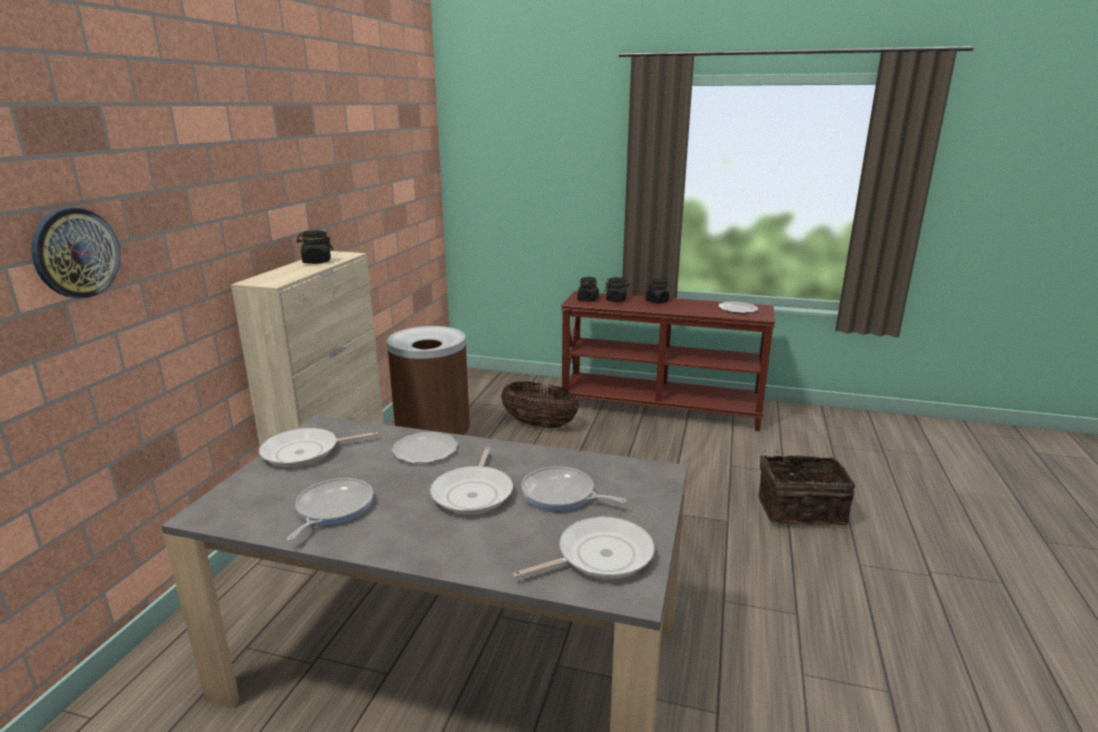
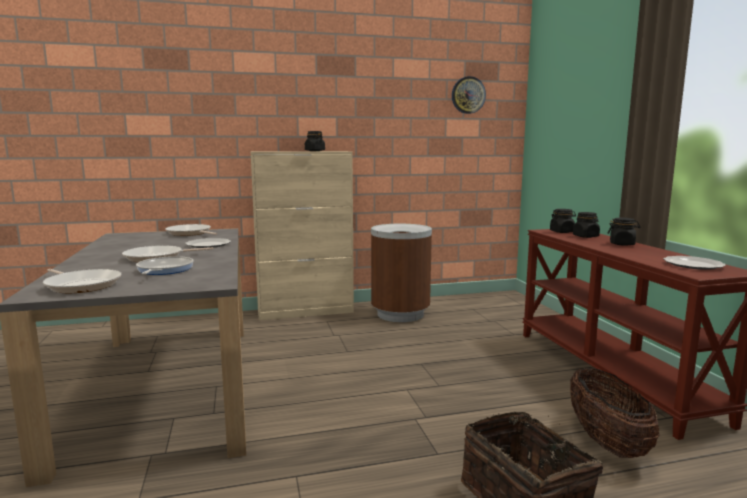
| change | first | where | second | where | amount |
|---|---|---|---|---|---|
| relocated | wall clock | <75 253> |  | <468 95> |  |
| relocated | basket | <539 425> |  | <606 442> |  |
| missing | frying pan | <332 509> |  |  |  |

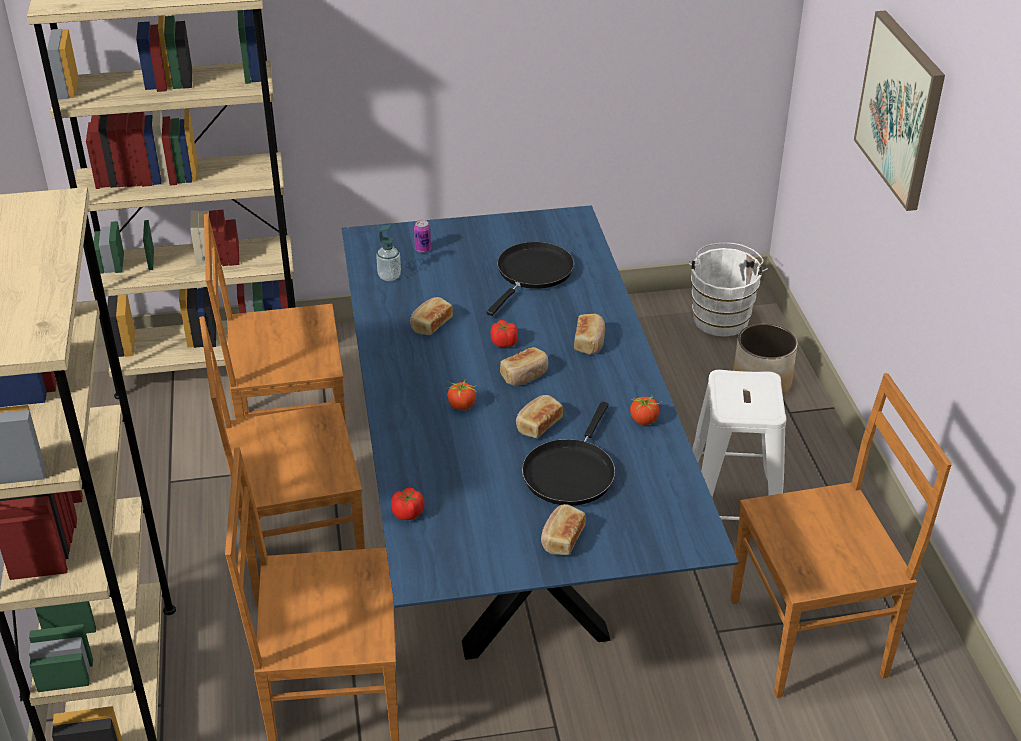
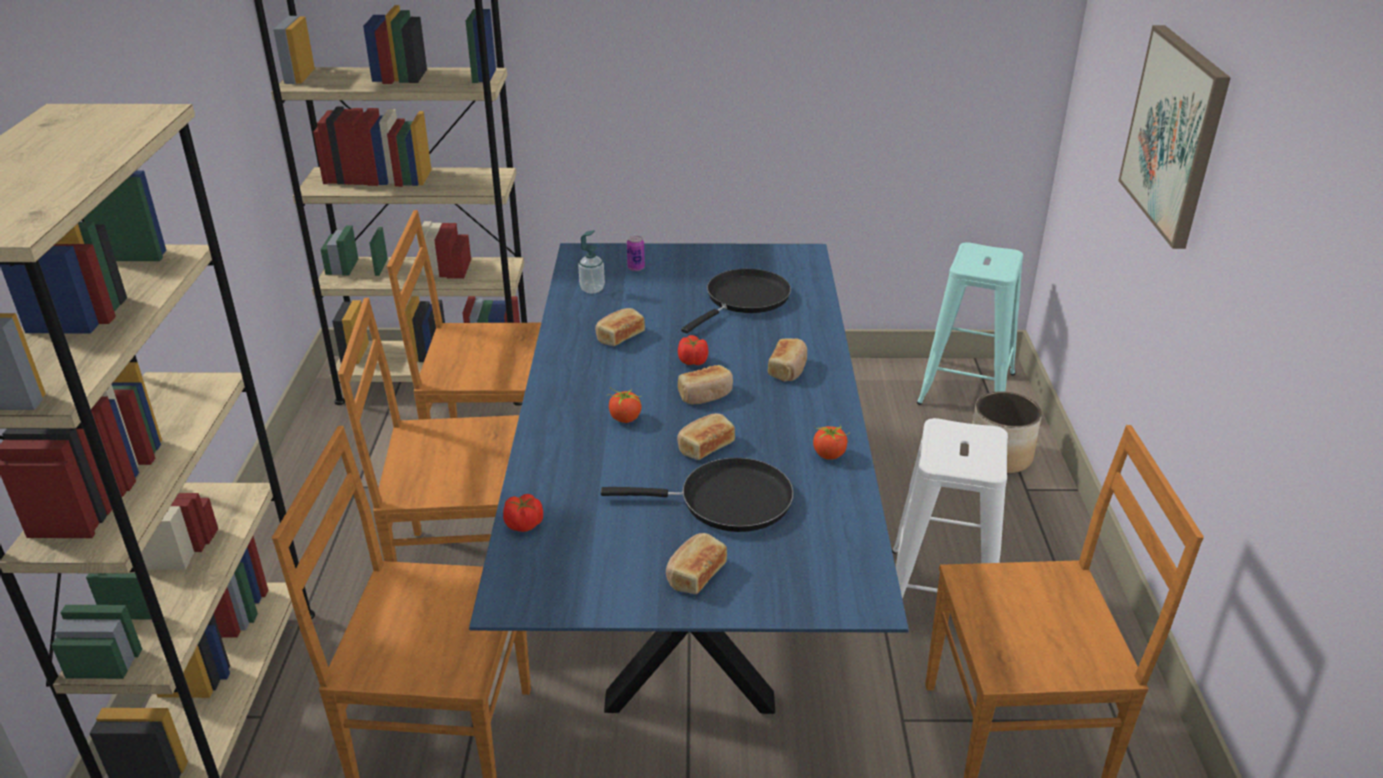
| change | first | where | second | where | amount |
|---|---|---|---|---|---|
| exchanged | bucket (white) | <721 317> | stool (turquoise) | <966 388> |  |
| spun | frying pan (black) | <570 472> |  | <727 501> | 120 degrees counterclockwise |

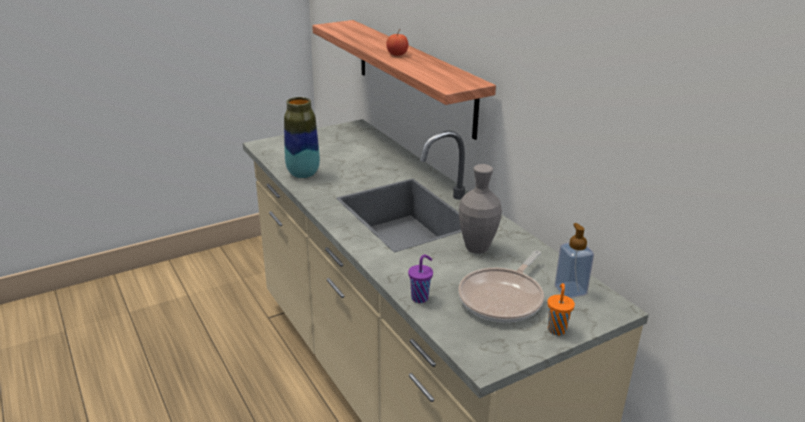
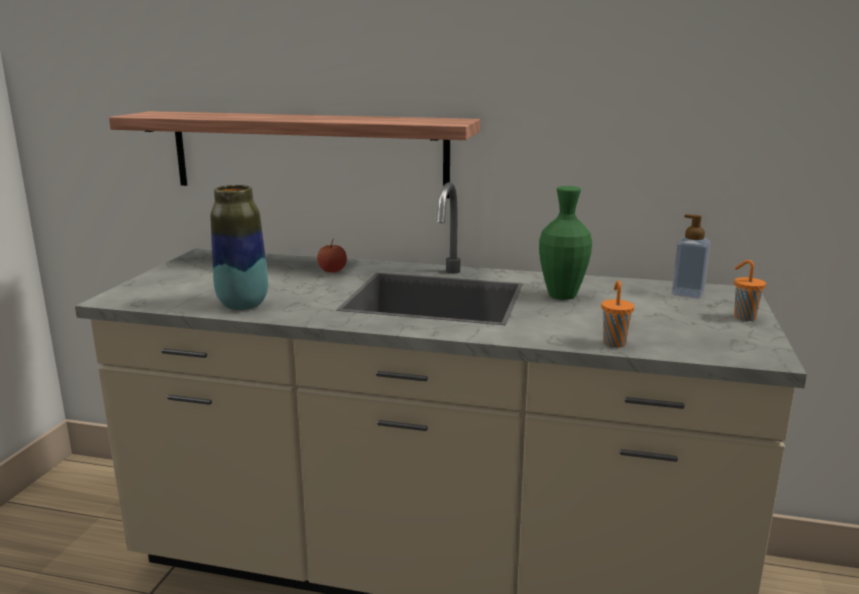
| change | first | where | second | where | amount |
|---|---|---|---|---|---|
| relocated | apple | <397 54> |  | <332 271> |  |
| colour | vase (grey) | <477 248> | vase (green) | <562 296> |  |
| missing | frying pan | <503 298> |  |  |  |
| colour | cup (purple) | <420 298> | cup (orange) | <614 343> |  |

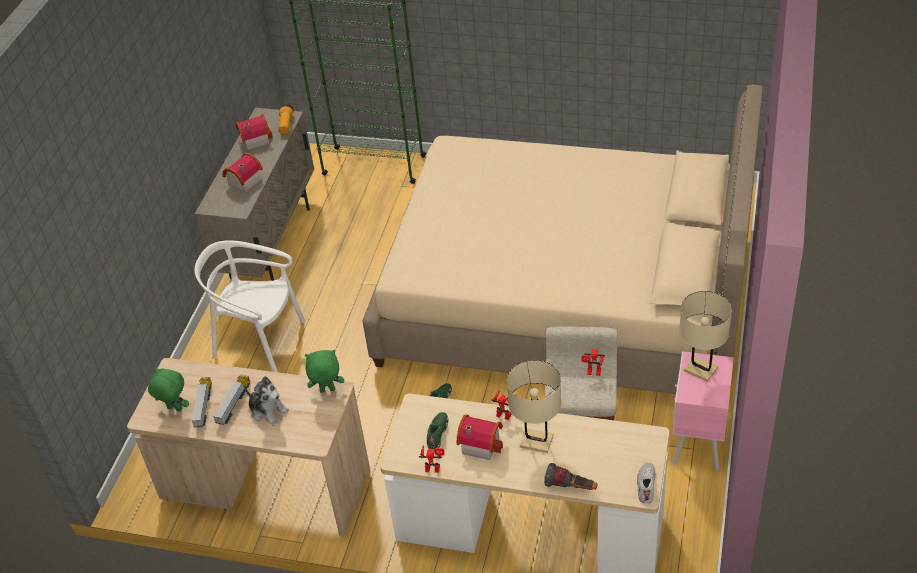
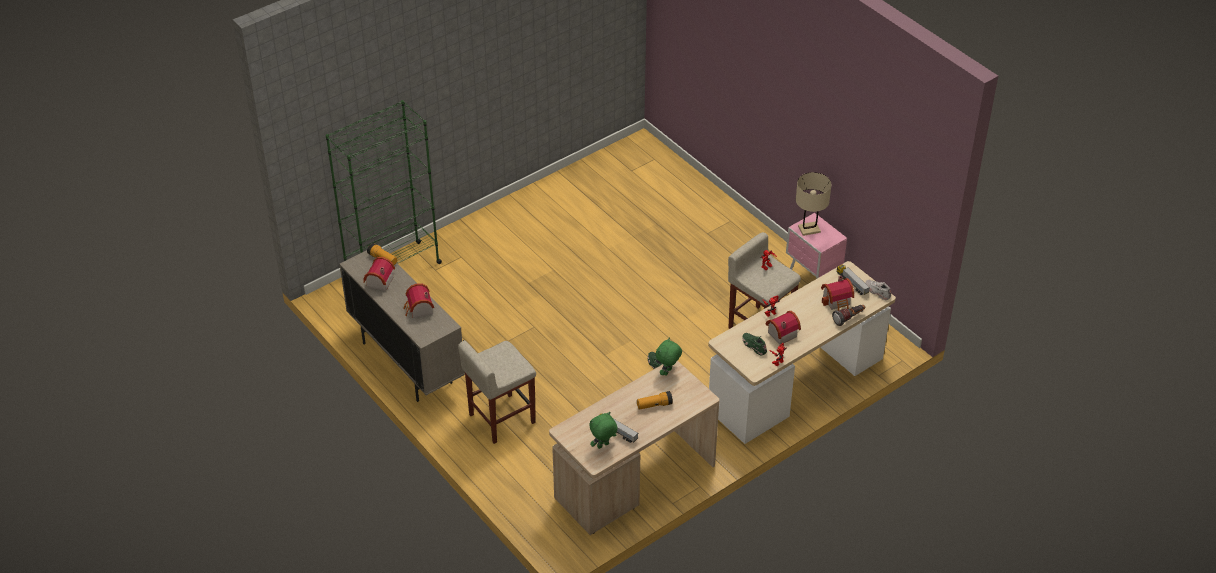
| change | first | where | second | where | amount |
|---|---|---|---|---|---|
| missing | bed (beige) | <565 299> |  |  |  |
| exchanged | chair (white) | <259 342> | stool (beige) | <501 419> |  |
| missing | table lamp (beige) | <536 441> |  |  |  |
| relocated | toy truck | <234 404> |  | <852 283> |  |
| exchanged | plush toy | <268 410> | flashlight | <654 405> |  |
| appeared |  |  | toy house | <838 301> |  |

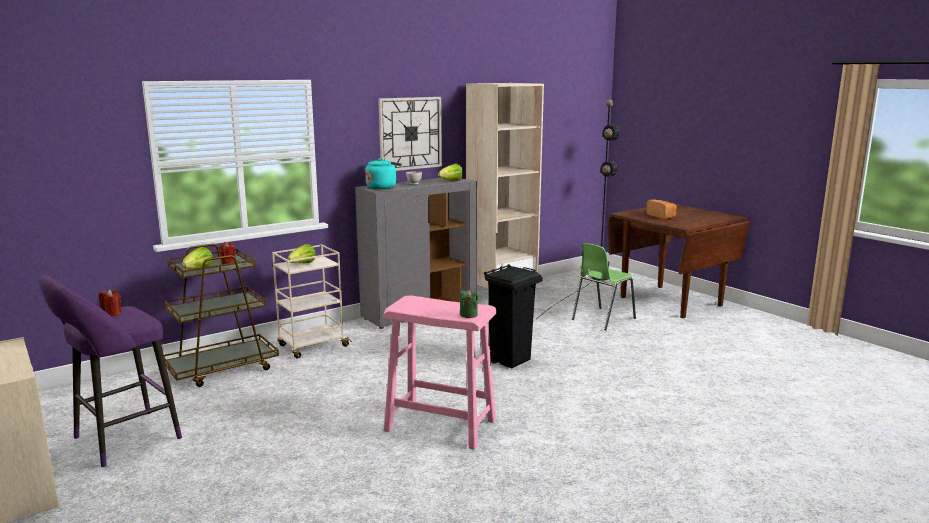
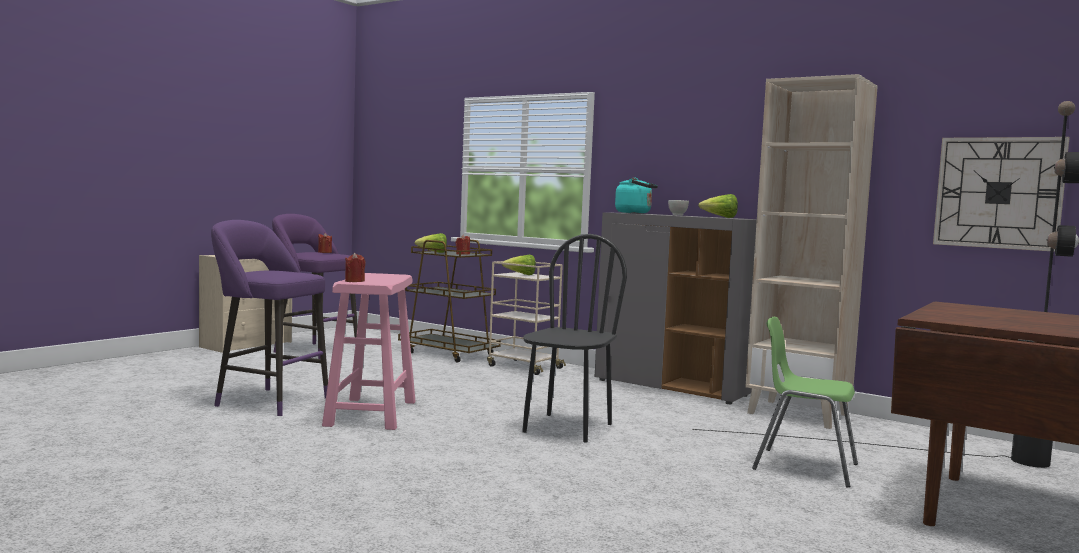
| change | first | where | second | where | amount |
|---|---|---|---|---|---|
| relocated | wall clock | <410 133> |  | <998 193> |  |
| missing | bread | <661 216> |  |  |  |
| exchanged | trash can (black) | <511 360> | chair (black) | <567 428> |  |
| colour | candle (green) | <468 315> | candle (red) | <354 281> |  |
| appeared |  |  | stool (purple) | <268 401> |  |

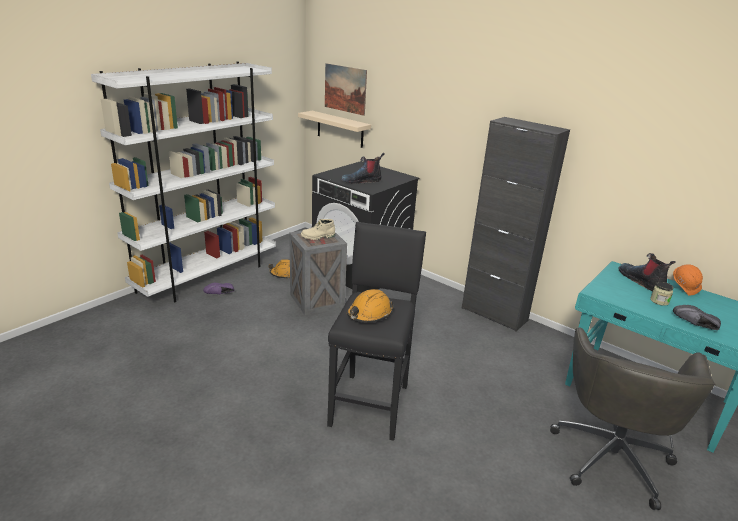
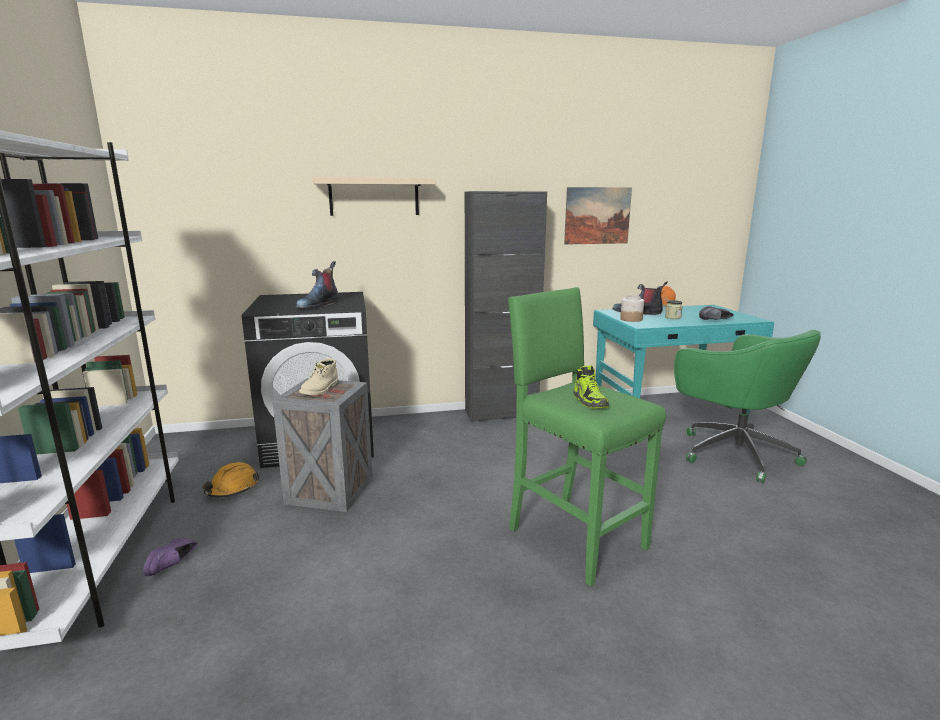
| change | first | where | second | where | amount |
|---|---|---|---|---|---|
| relocated | picture | <345 89> |  | <597 216> |  |
| relocated | shelf (beige) | <340 129> |  | <374 197> |  |
| colour | stool (black) | <371 403> | stool (green) | <574 536> |  |
| exchanged | hard hat (orange) | <369 314> | shoe | <589 401> |  |
| colour | office chair (grey) | <611 455> | office chair (green) | <733 453> |  |
| appeared |  |  | jar | <631 319> |  |

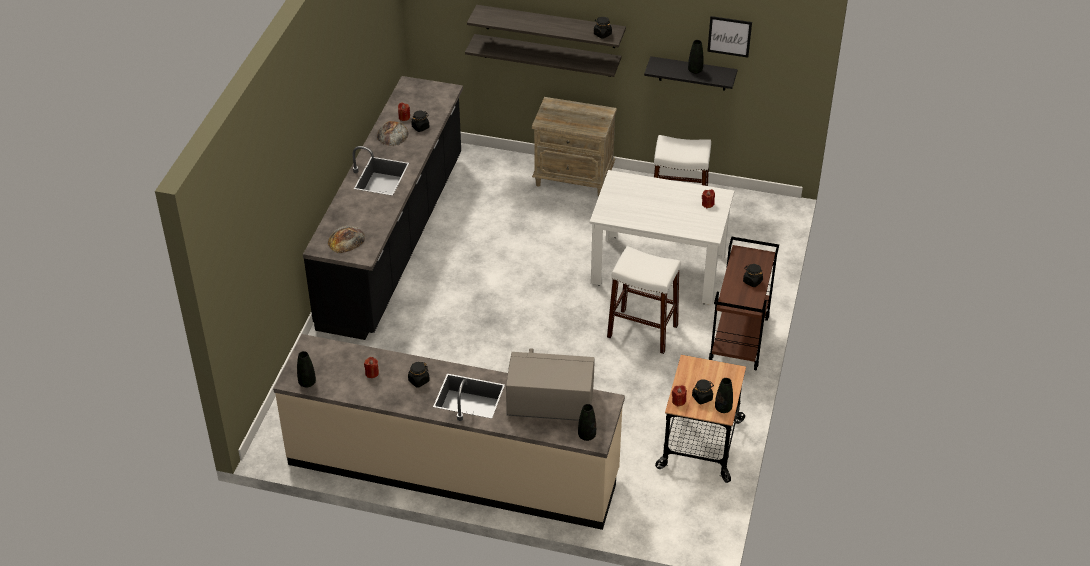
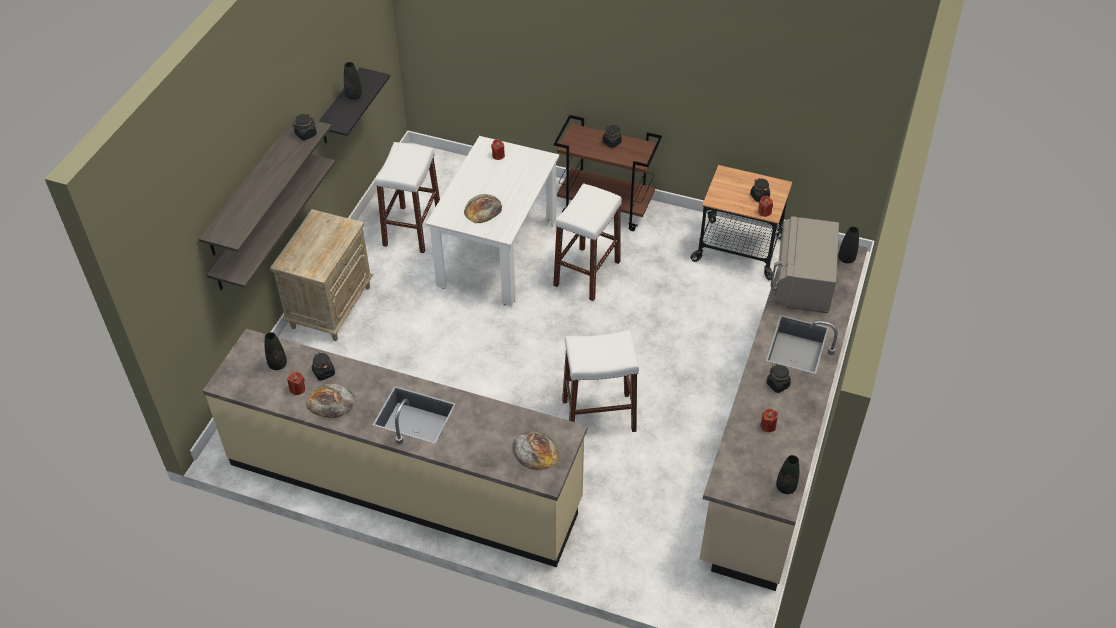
| change | first | where | second | where | amount |
|---|---|---|---|---|---|
| missing | picture | <729 36> |  |  |  |
| colour | counter (black) | <394 240> | counter (beige) | <405 482> |  |
| relocated | vase (black) | <723 408> |  | <278 365> |  |
| appeared |  |  | bread | <483 209> |  |
| appeared |  |  | stool (white) | <599 415> |  |

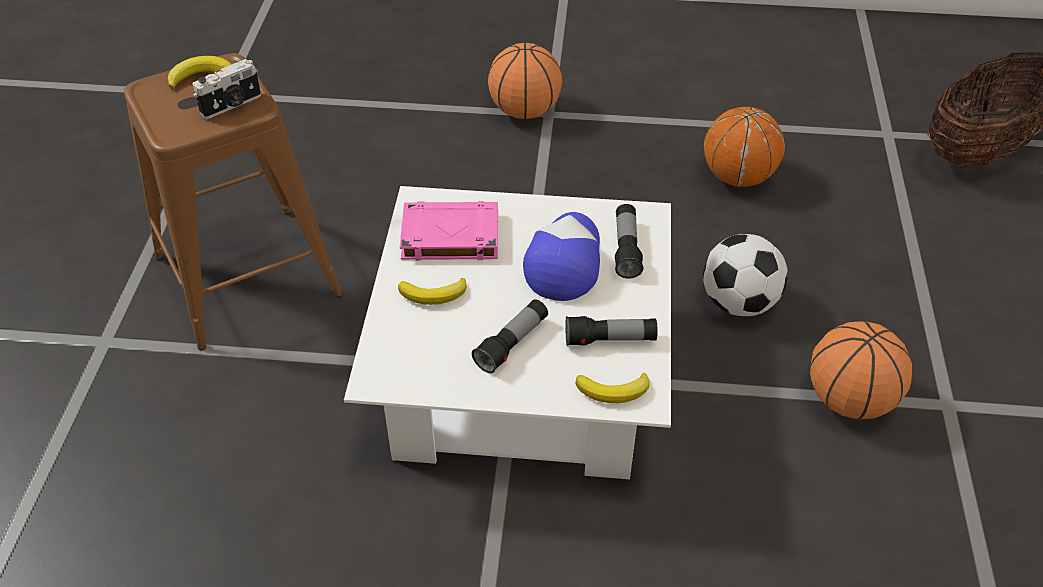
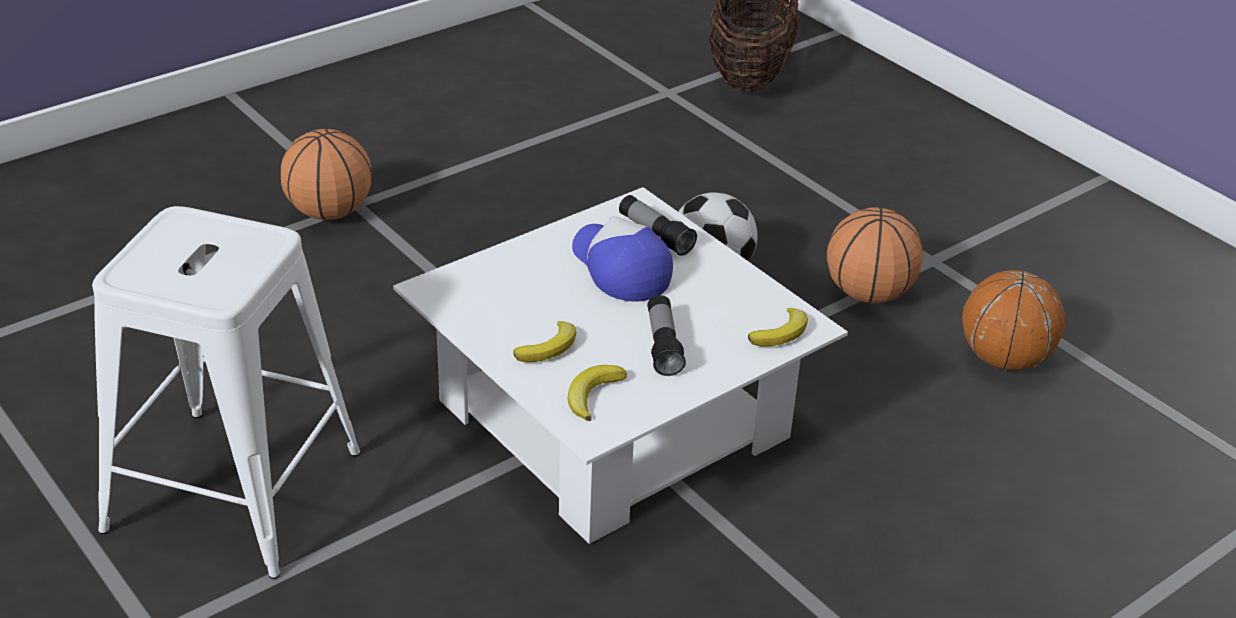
| change | first | where | second | where | amount |
|---|---|---|---|---|---|
| colour | stool (brown) | <246 276> | stool (white) | <234 492> |  |
| relocated | banana | <201 76> |  | <593 394> |  |
| missing | photo camera | <232 105> |  |  |  |
| relocated | basketball | <737 177> |  | <1004 359> |  |
| missing | book (pink) | <449 236> |  |  |  |
| missing | flashlight | <610 340> |  |  |  |

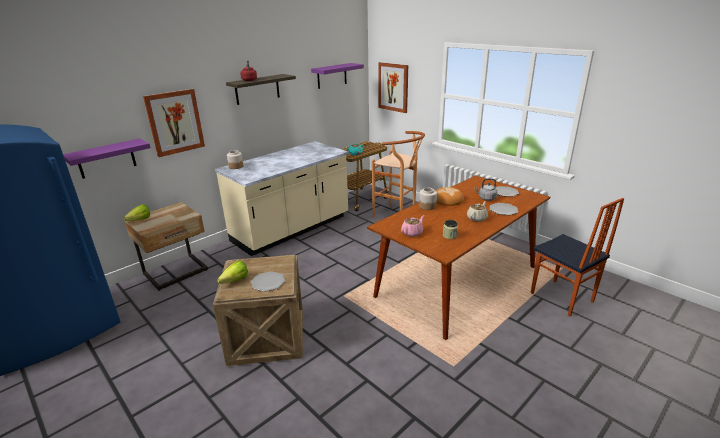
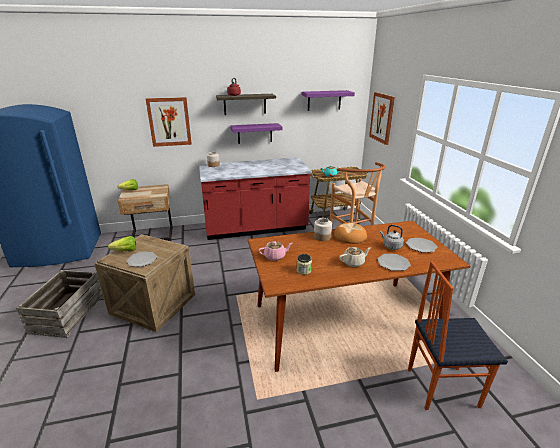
| change | first | where | second | where | amount |
|---|---|---|---|---|---|
| relocated | shelf (purple) | <106 159> |  | <255 133> |  |
| colour | counter (beige) | <292 229> | counter (red) | <255 228> |  |
| spun | chair | <561 298> |  | <441 386> | 90 degrees clockwise |
| appeared |  |  | crate | <67 313> |  |

